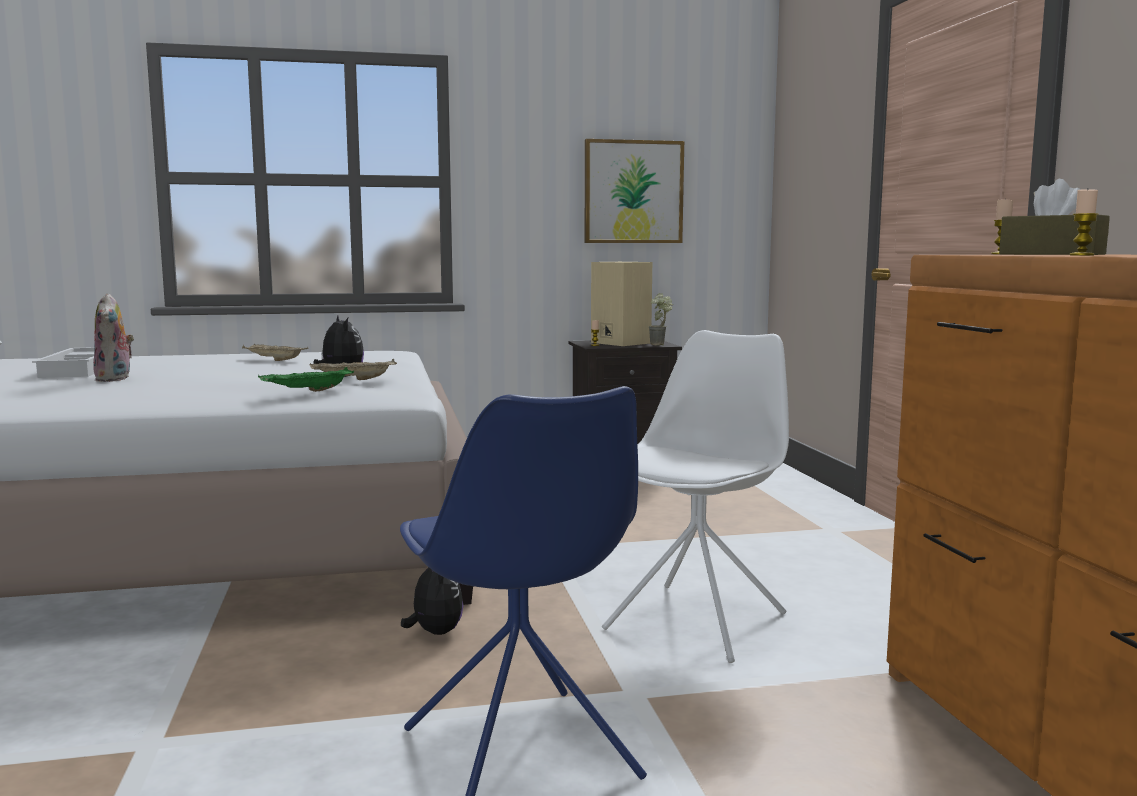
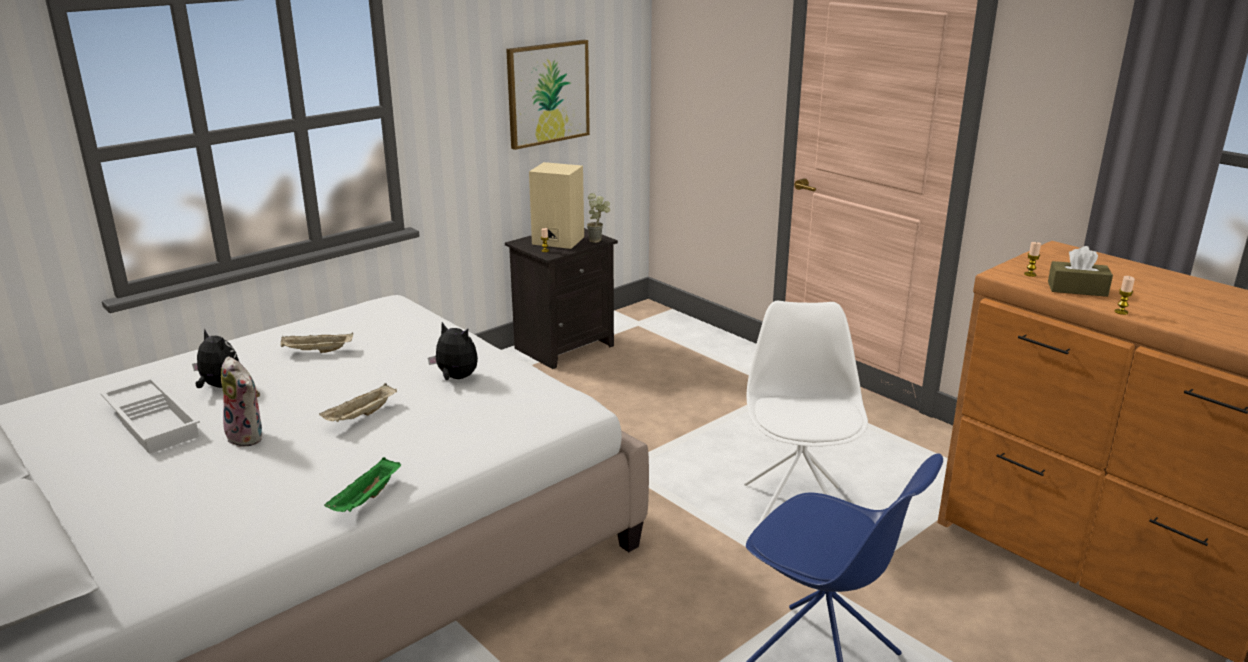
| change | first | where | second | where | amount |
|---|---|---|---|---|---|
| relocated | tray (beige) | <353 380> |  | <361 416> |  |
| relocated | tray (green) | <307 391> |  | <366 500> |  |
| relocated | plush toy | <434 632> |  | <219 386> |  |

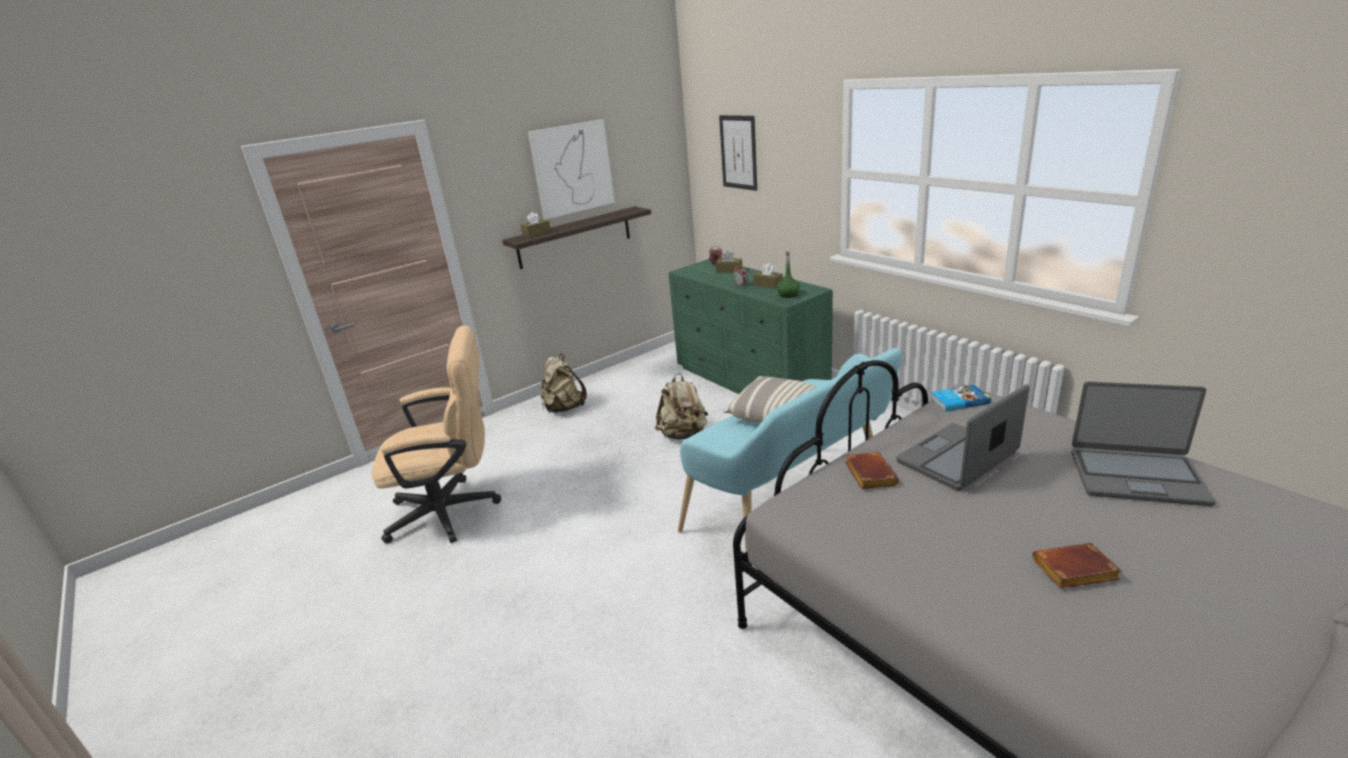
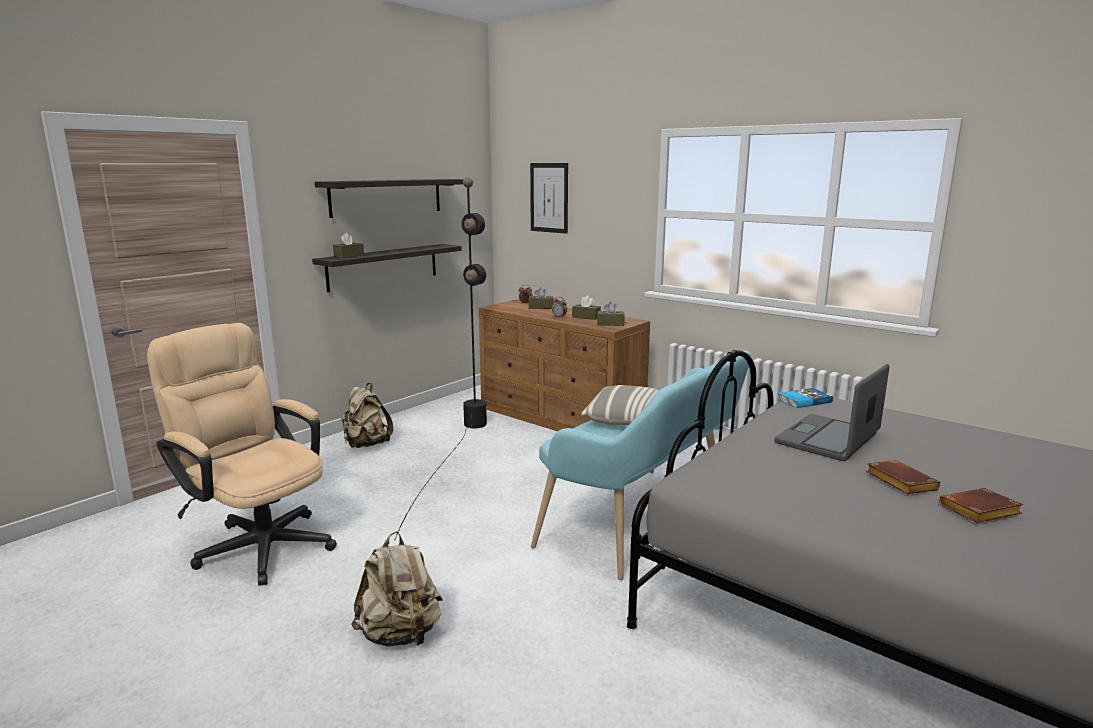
| change | first | where | second | where | amount |
|---|---|---|---|---|---|
| exchanged | picture | <572 168> | shelf | <387 197> |  |
| exchanged | bottle (green) | <788 295> | tissue box (brown) | <610 324> |  |
| colour | dresser (green) | <750 381> | dresser (brown) | <560 419> |  |
| spun | office chair (beige) | <454 510> |  | <258 542> | 120 degrees counterclockwise |
| relocated | backpack (beige) | <684 435> |  | <400 635> |  |
| missing | laptop | <1136 476> |  |  |  |
| relocated | book (brown) | <868 474> |  | <898 482> |  |
| appeared |  |  | floor lamp (black) | <456 449> |  |

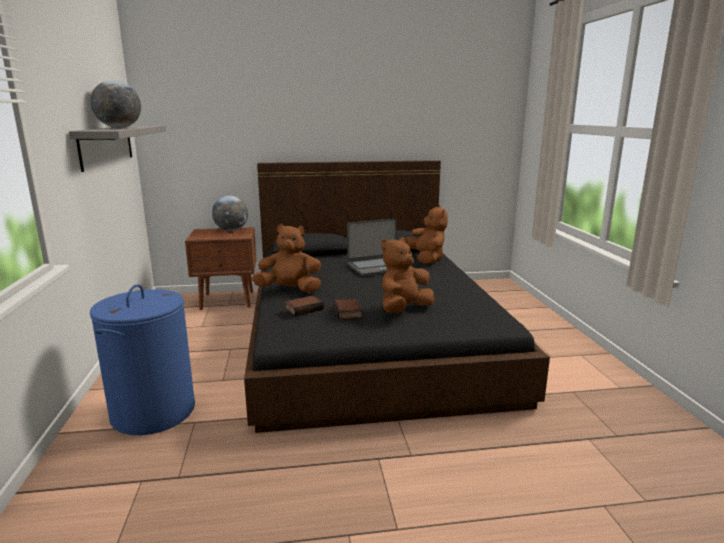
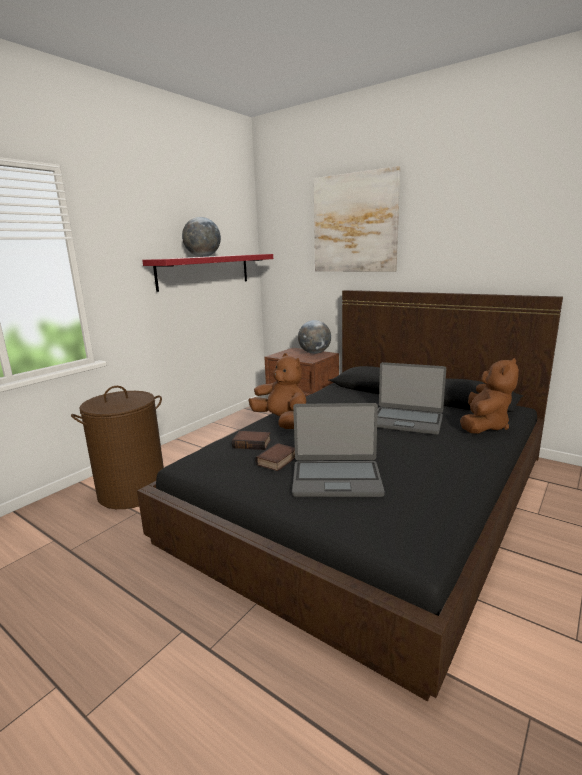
| change | first | where | second | where | amount |
|---|---|---|---|---|---|
| colour | shelf (grey) | <107 145> | shelf (red) | <204 271> |  |
| exchanged | plush toy (brown) | <404 310> | laptop | <336 479> |  |
| colour | laundry basket (blue) | <153 412> | laundry basket (brown) | <132 491> |  |
| appeared |  |  | picture | <355 223> |  |

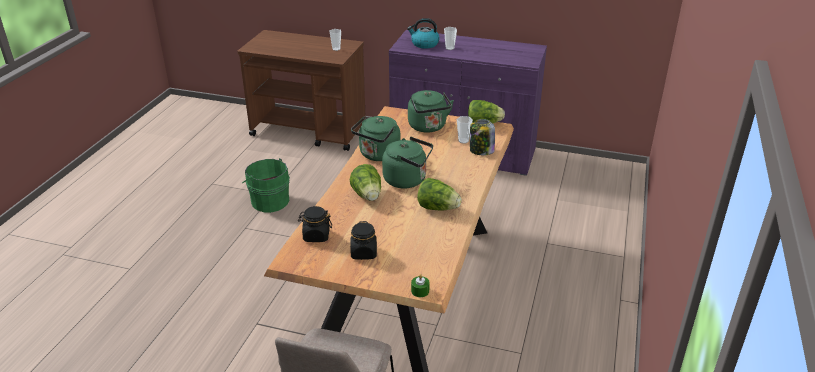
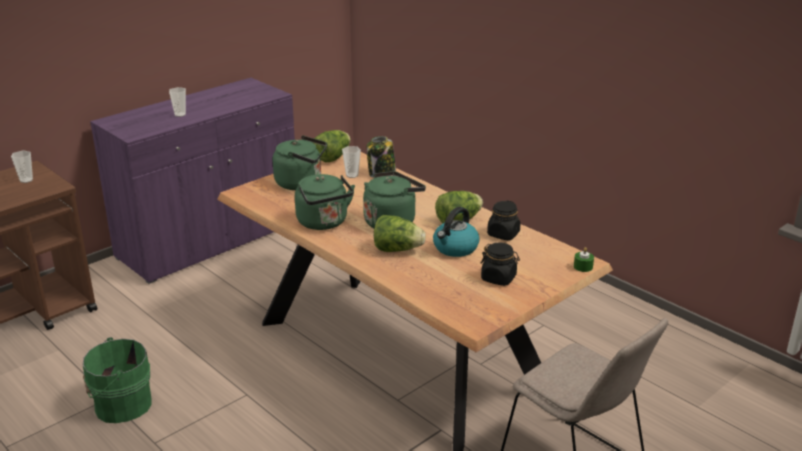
| change | first | where | second | where | amount |
|---|---|---|---|---|---|
| relocated | kettle | <424 44> |  | <455 248> |  |
| relocated | jar (black) | <316 236> |  | <503 234> |  |

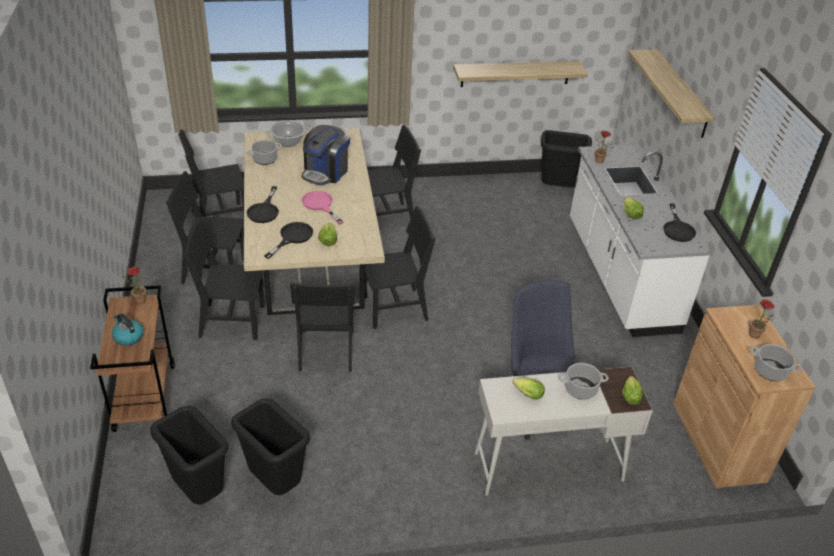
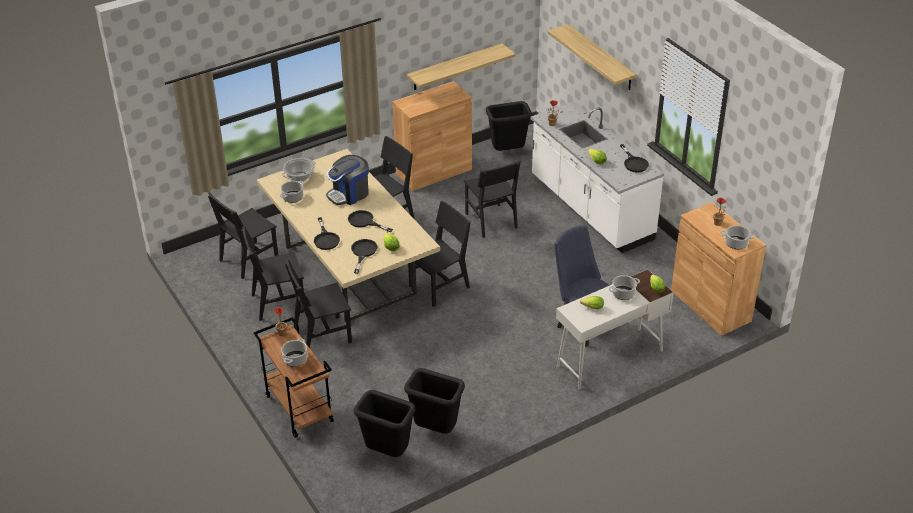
| change | first | where | second | where | amount |
|---|---|---|---|---|---|
| spun | coffee machine | <326 172> |  | <349 194> | 45 degrees clockwise |
| colour | frying pan (pink) | <320 205> | frying pan (black) | <365 222> |  |
| relocated | chair (black) | <326 350> |  | <491 220> |  |
| exchanged | kettle | <128 337> | cooking pot | <295 359> |  |
| appeared |  |  | cabinet (brown) | <434 171> |  |

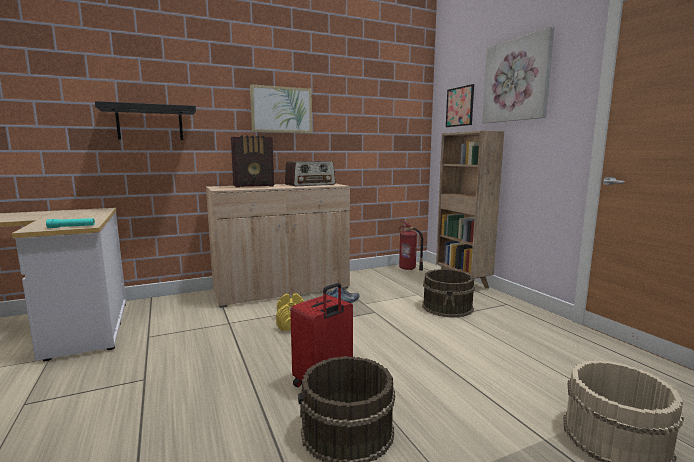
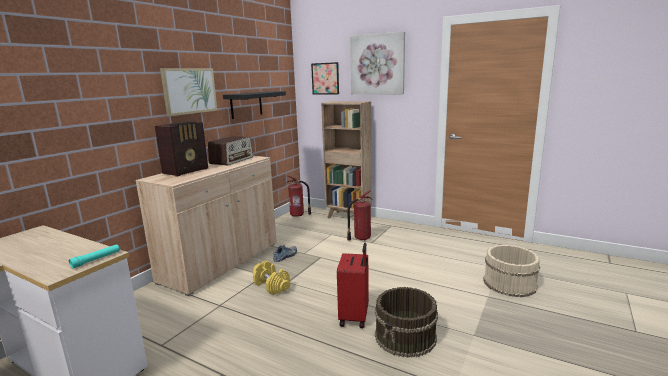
| change | first | where | second | where | amount |
|---|---|---|---|---|---|
| relocated | shelf (black) | <150 123> |  | <246 104> |  |
| exchanged | bucket (brown) | <447 307> | fire extinguisher | <361 238> |  |

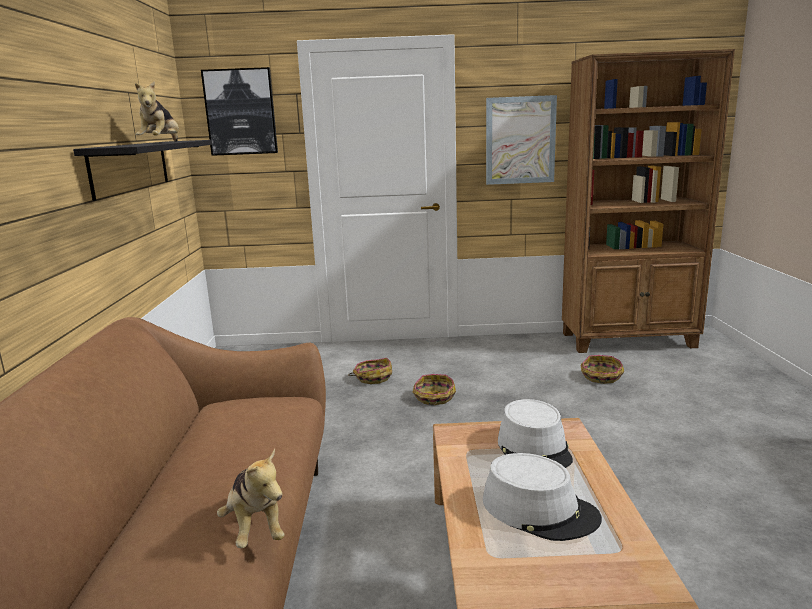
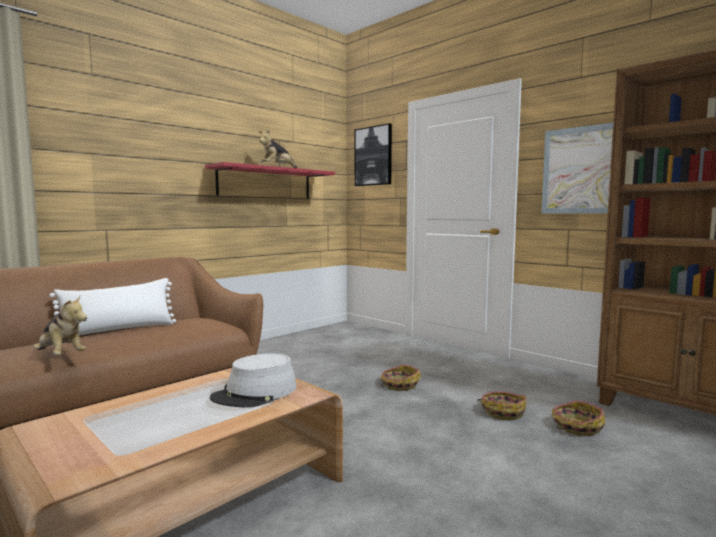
| change | first | where | second | where | amount |
|---|---|---|---|---|---|
| colour | shelf (black) | <131 167> | shelf (red) | <265 183> |  |
| relocated | basket | <373 377> |  | <502 412> |  |
| spun | plush toy | <255 528> |  | <60 356> | 75 degrees counterclockwise |
| missing | hat (grey) | <539 510> |  |  |  |
| appeared |  |  | pillow (white) | <119 330> |  |

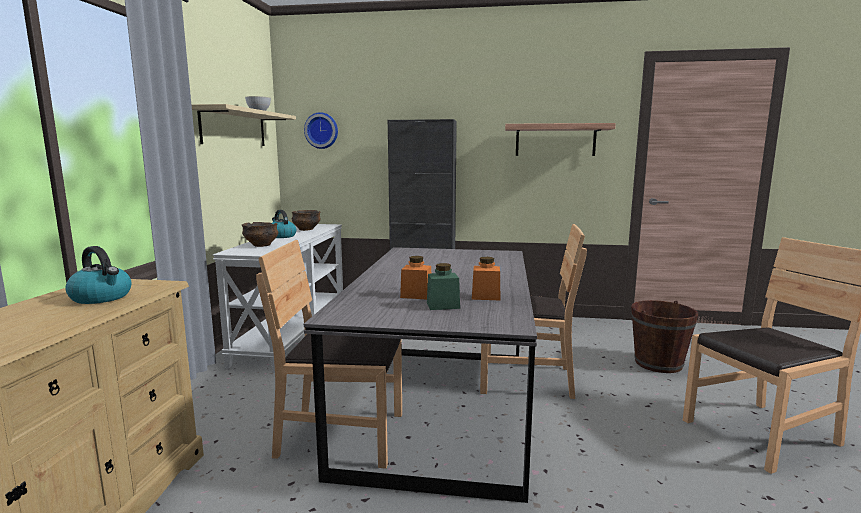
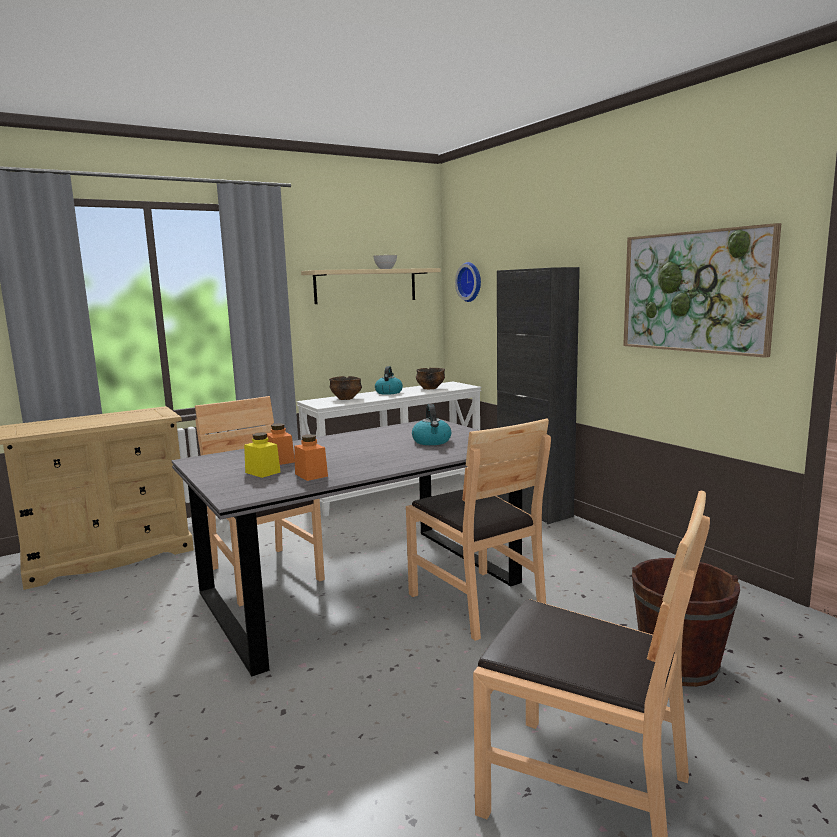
| change | first | where | second | where | amount |
|---|---|---|---|---|---|
| exchanged | shelf | <555 140> | picture | <695 292> |  |
| relocated | kettle | <102 297> |  | <432 441> |  |
| colour | jar (green) | <443 305> | jar (yellow) | <262 472> |  |

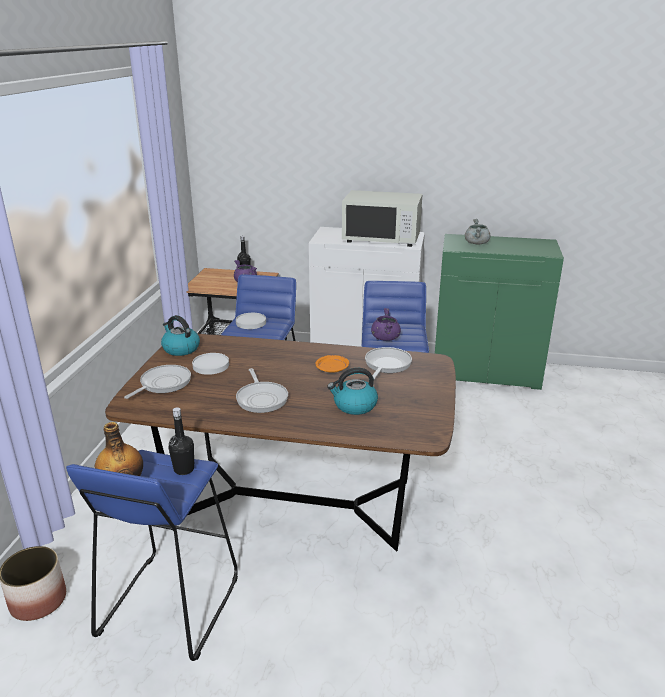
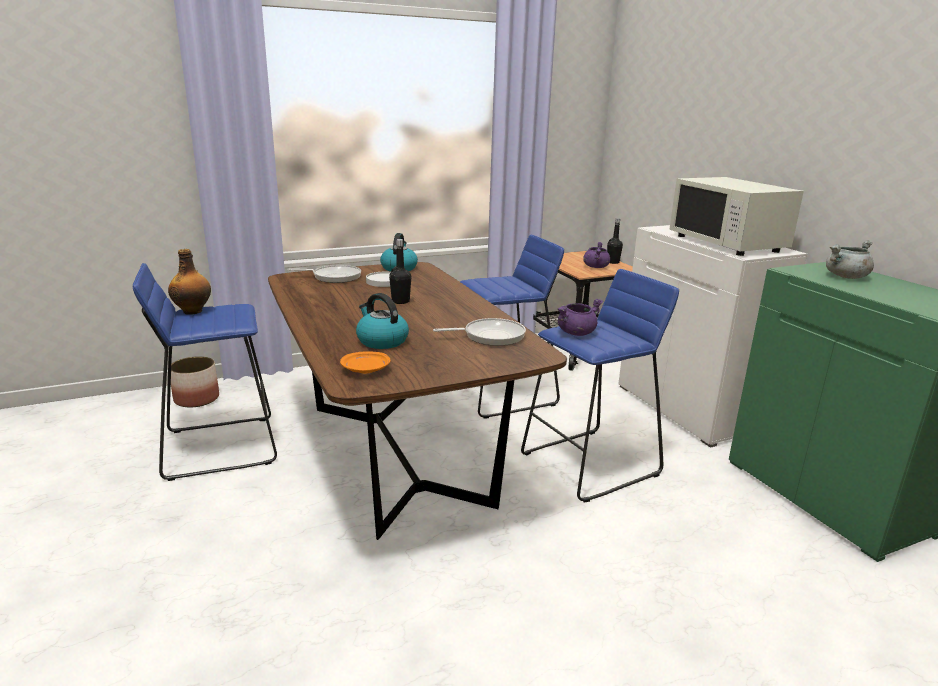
| change | first | where | second | where | amount |
|---|---|---|---|---|---|
| missing | plate (white) | <251 323> |  |  |  |
| relocated | plate (orange) | <332 369> |  | <366 370> |  |
| missing | frying pan | <261 398> |  |  |  |
| relocated | bottle (black) | <184 469> |  | <400 301> |  |

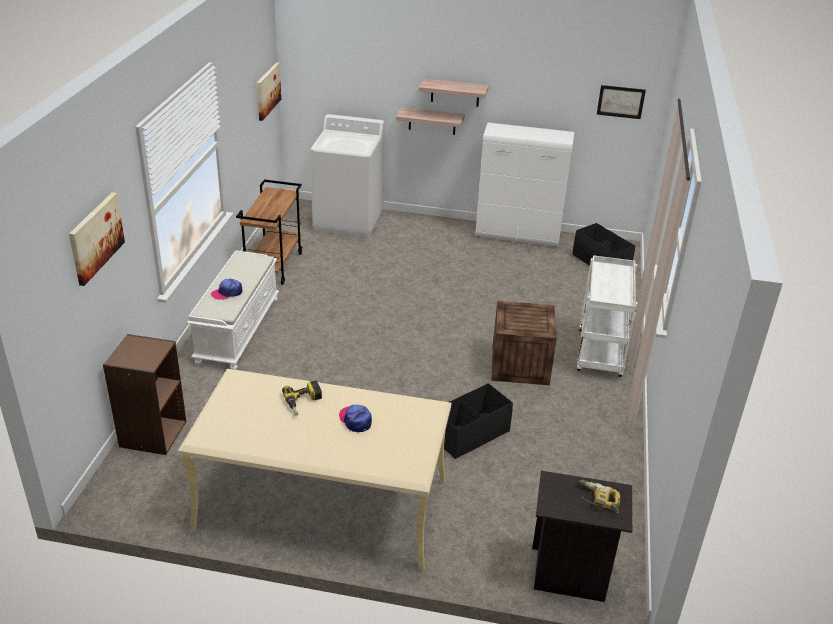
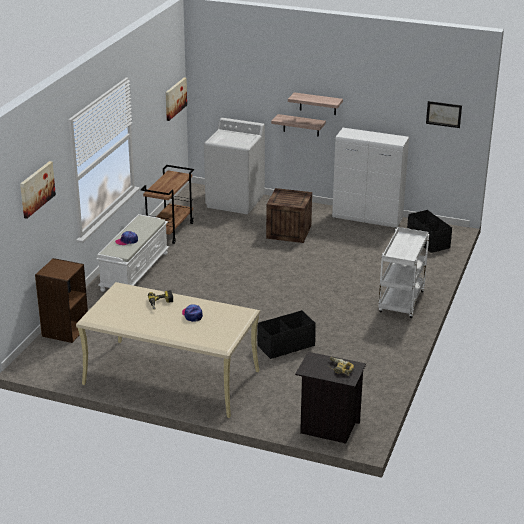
| change | first | where | second | where | amount |
|---|---|---|---|---|---|
| relocated | crate | <520 365> |  | <289 232> |  |

